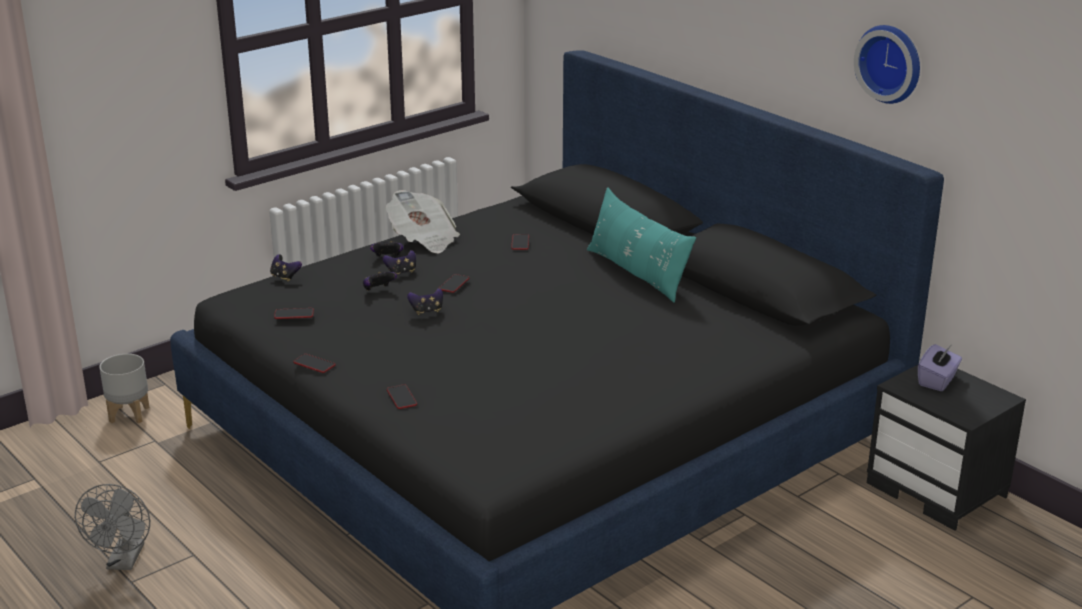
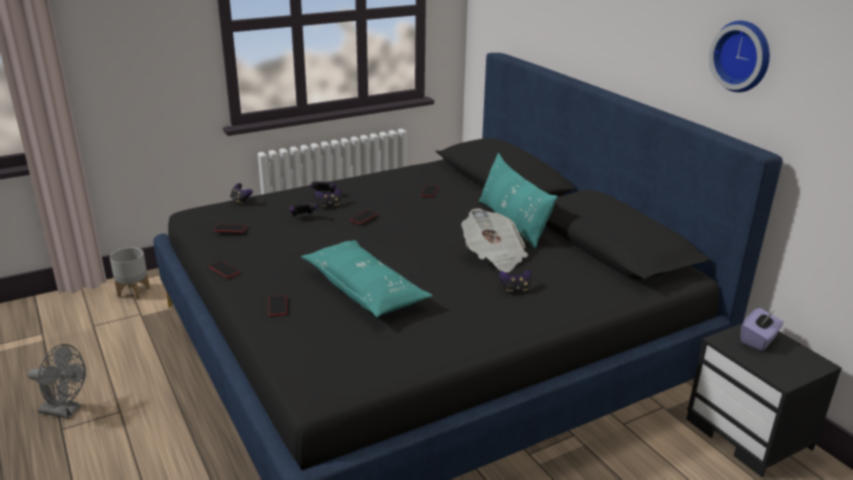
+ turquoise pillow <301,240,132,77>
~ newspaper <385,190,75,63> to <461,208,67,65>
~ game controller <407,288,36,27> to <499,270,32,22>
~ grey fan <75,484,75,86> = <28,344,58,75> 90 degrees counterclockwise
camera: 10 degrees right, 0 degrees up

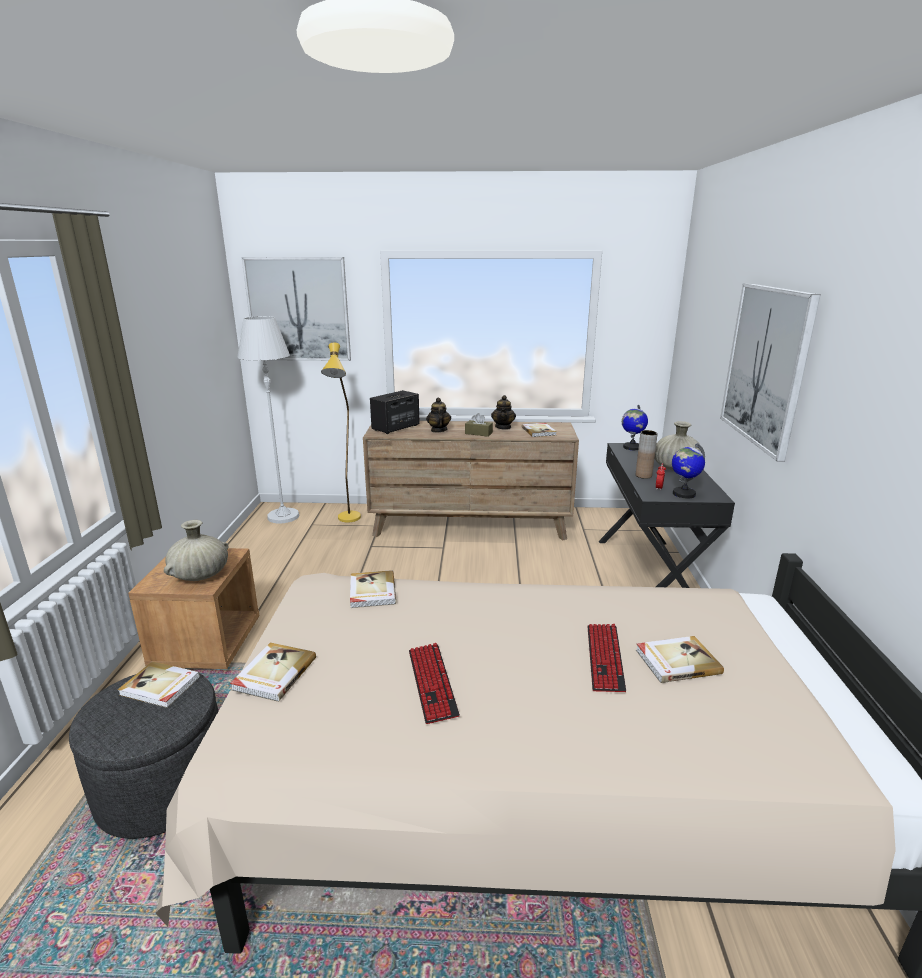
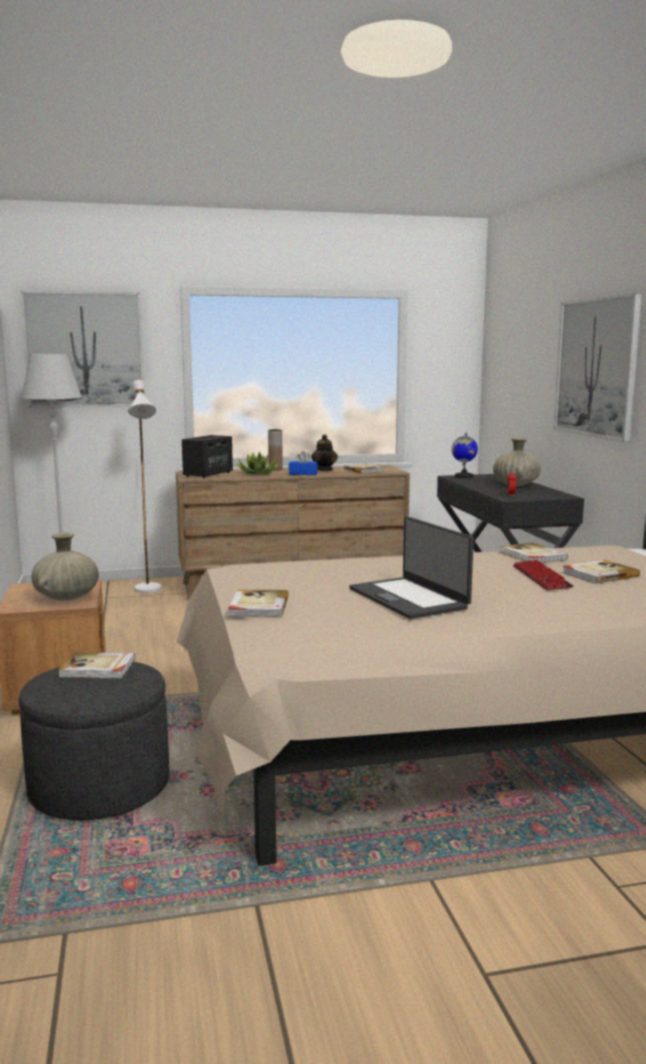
- globe <672,443,33,55>
~ book <350,570,46,38> to <500,543,68,20>
~ brown vase <636,430,22,49> to <268,429,15,41>
~ keyboard <409,643,51,81> to laptop <349,516,125,103>
~ teapot <426,398,25,34> to potted plant <236,451,43,24>
~ yellow floor lamp <321,342,40,180> to white floor lamp <128,380,33,213>
~ brown tissue box <465,413,28,24> to blue tissue box <289,451,29,24>
camera: 15 degrees left, 10 degrees down

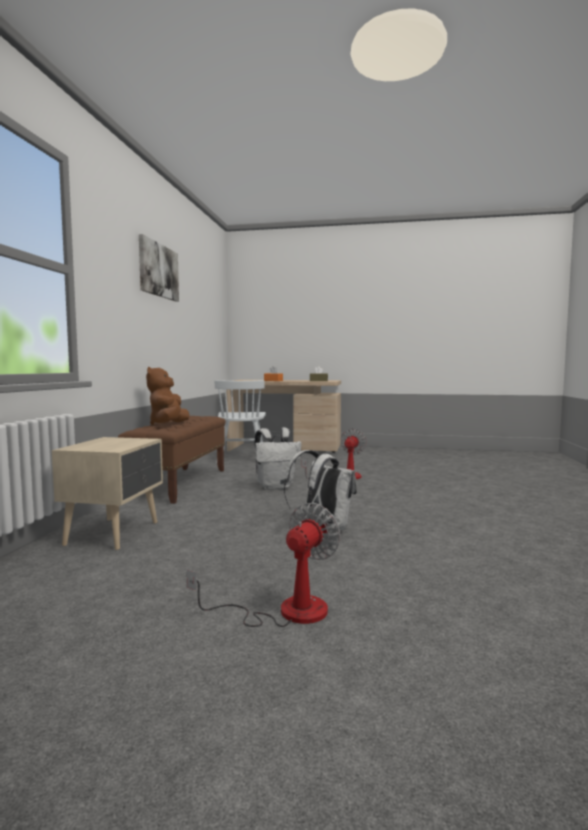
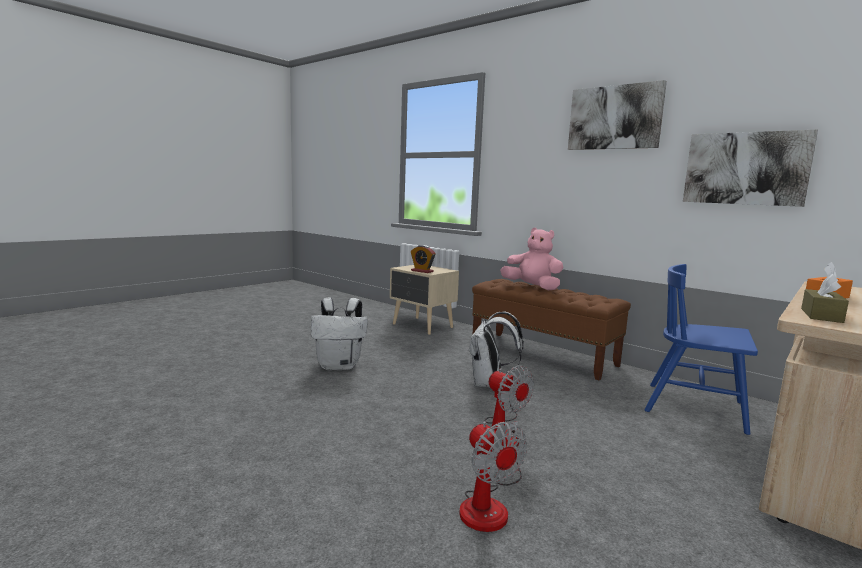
+ alarm clock <411,245,25,28>
+ picture <683,129,135,78>
~ fan <186,503,155,124> to <459,421,68,111>
~ brown plush toy <146,367,44,58> to pink plush toy <500,228,64,62>
~ white chair <215,380,51,83> to blue chair <644,264,114,171>
camera: 120 degrees right, 5 degrees up

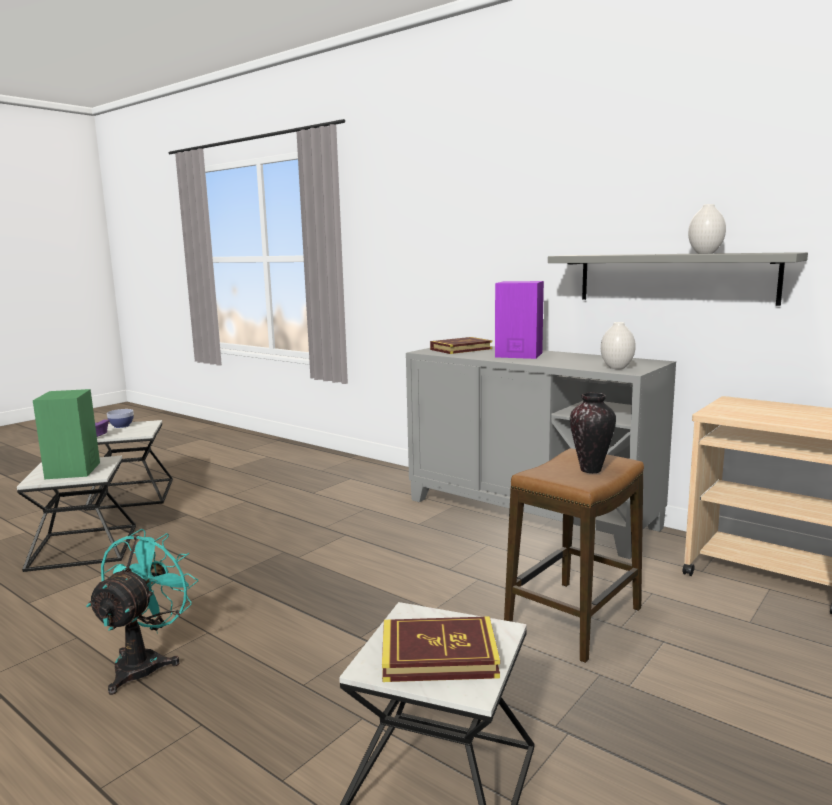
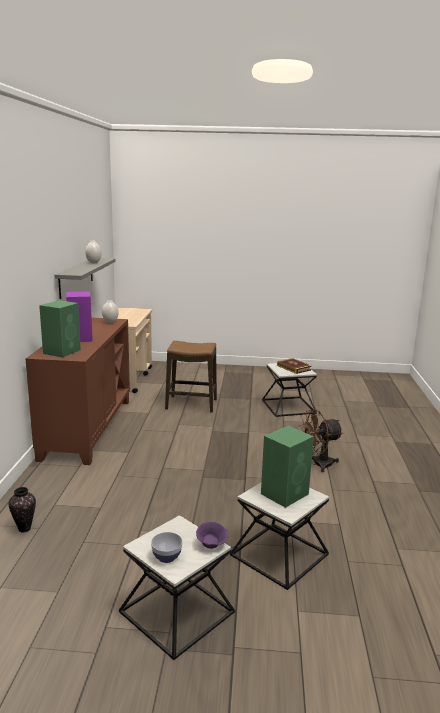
~ vase <570,393,46,80> to <9,487,27,45>
~ book <430,337,62,17> to green speaker <39,300,42,58>
~ turquoise fan <86,529,112,166> to brown fan <298,410,45,62>
~ grey cabinet <406,346,270,213> to brown cabinet <26,318,104,147>
camera: 125 degrees left, 5 degrees up

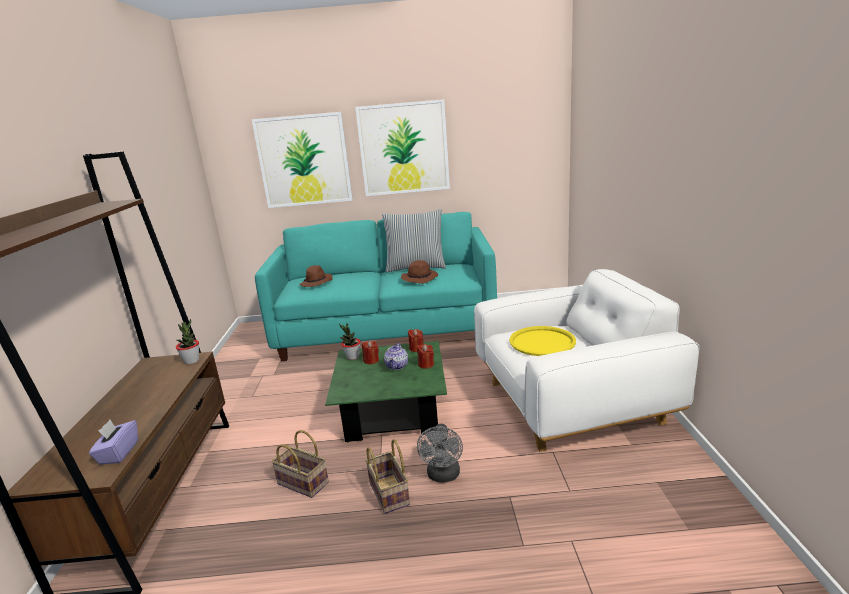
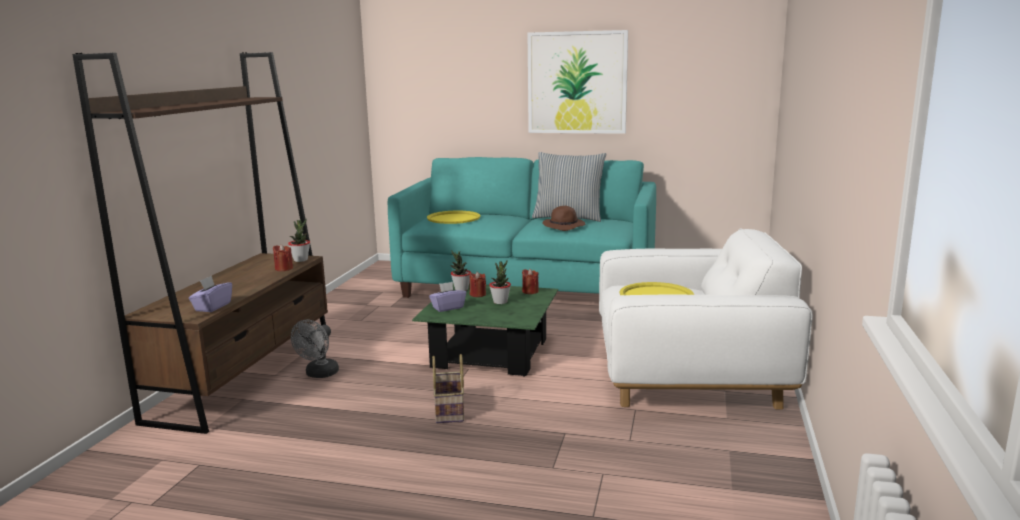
- picture <252,112,101,96>
- basket <272,430,57,68>
+ purple tissue box <429,281,37,31>
~ red candle <417,344,17,25> to <273,244,20,27>
~ grey fan <417,424,46,58> to <291,320,48,58>
~ brown hat <299,265,34,22> to yellow tray <427,211,53,13>
~ teapot <384,343,24,27> to potted plant <489,260,22,44>
camera: 15 degrees right, 5 degrees down

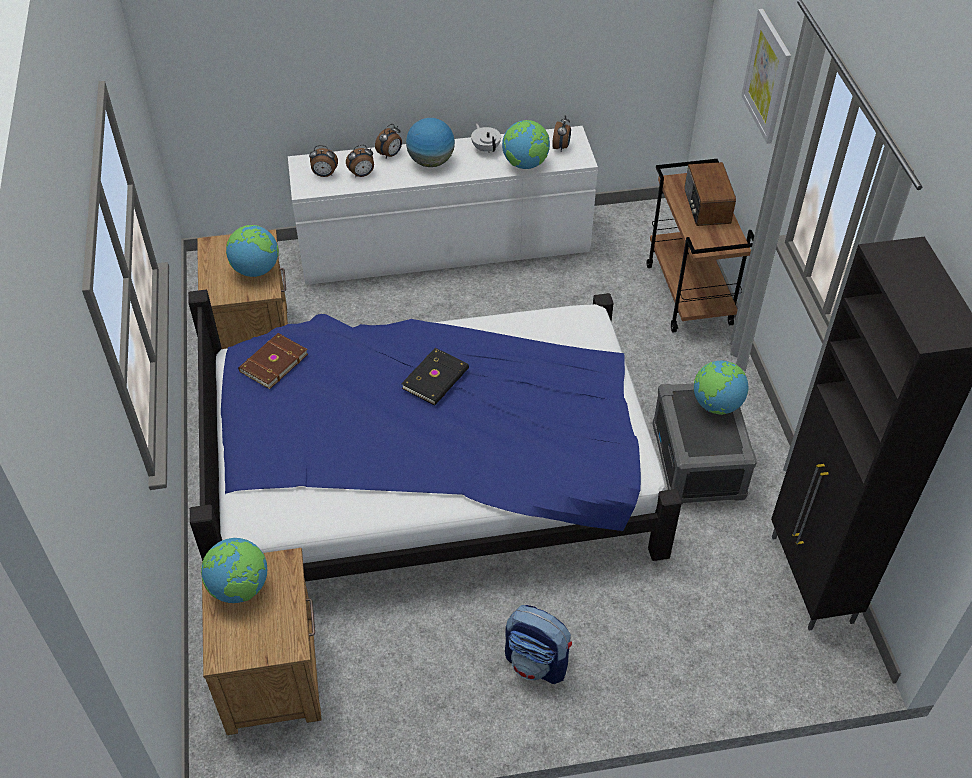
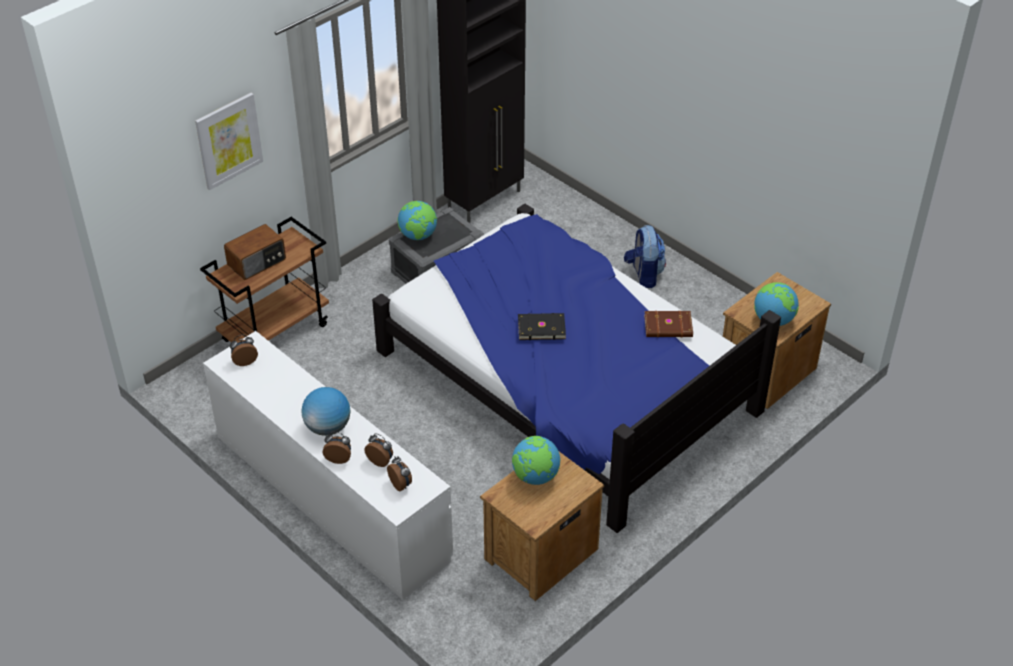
- white teapot <471,123,30,30>
- globe <502,120,48,49>
~ brown book <238,333,70,56> to <644,311,49,26>
camera: 125 degrees left, 5 degrees down

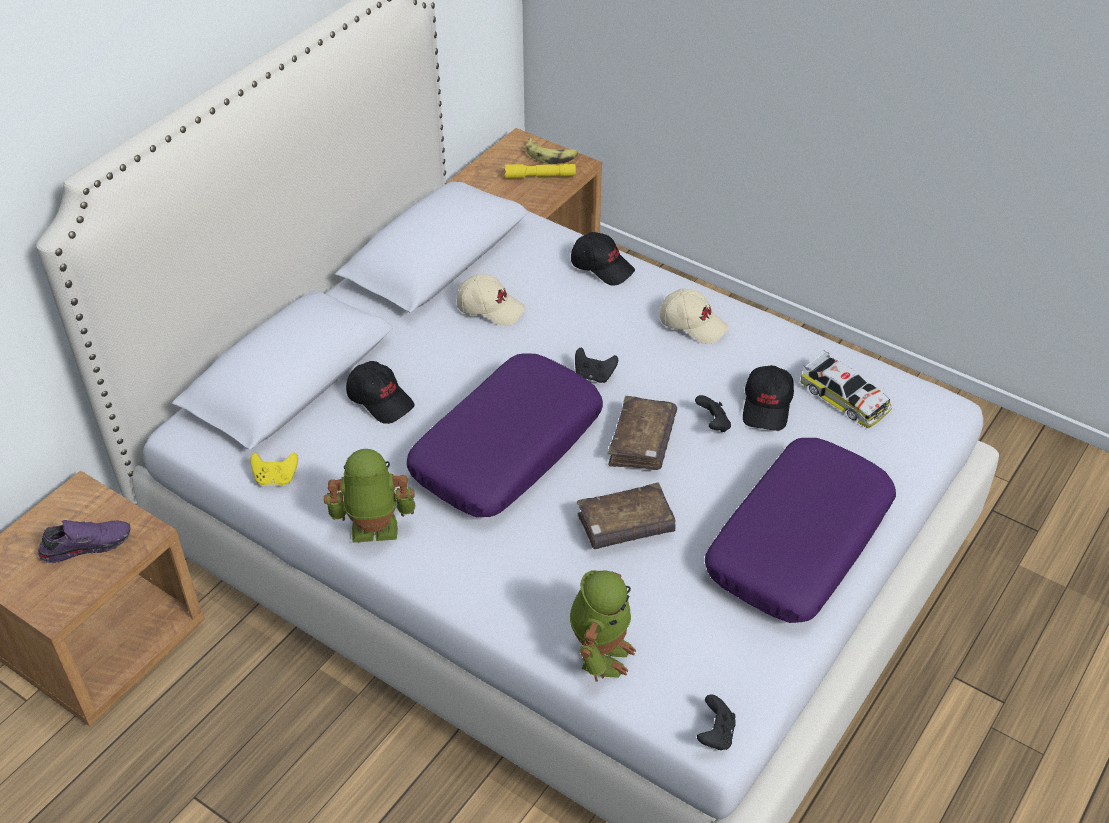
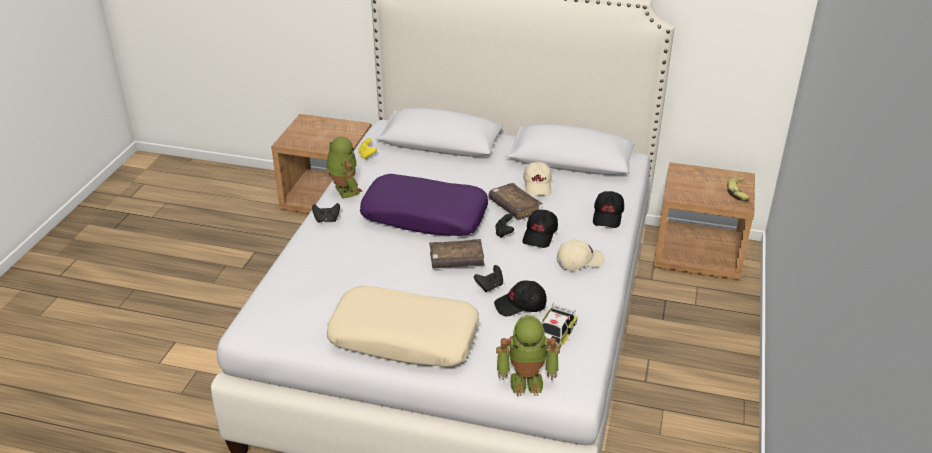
- purple shoe <38,520,93,43>
- yellow flashlight <505,164,71,15>
~ black cap <346,361,69,63> to <523,209,35,39>
~ toy robot <570,570,66,112> to <496,315,64,81>
~ brown book <577,482,99,67> to <488,183,55,37>
~ black game controller <697,694,39,56> to <312,203,28,20>
~ purple pillow <705,438,191,185> to beige pillow <327,286,152,81>
~ beige cap <660,288,68,56> = <557,239,48,31> 120 degrees counterclockwise
camera: 70 degrees right, 10 degrees down

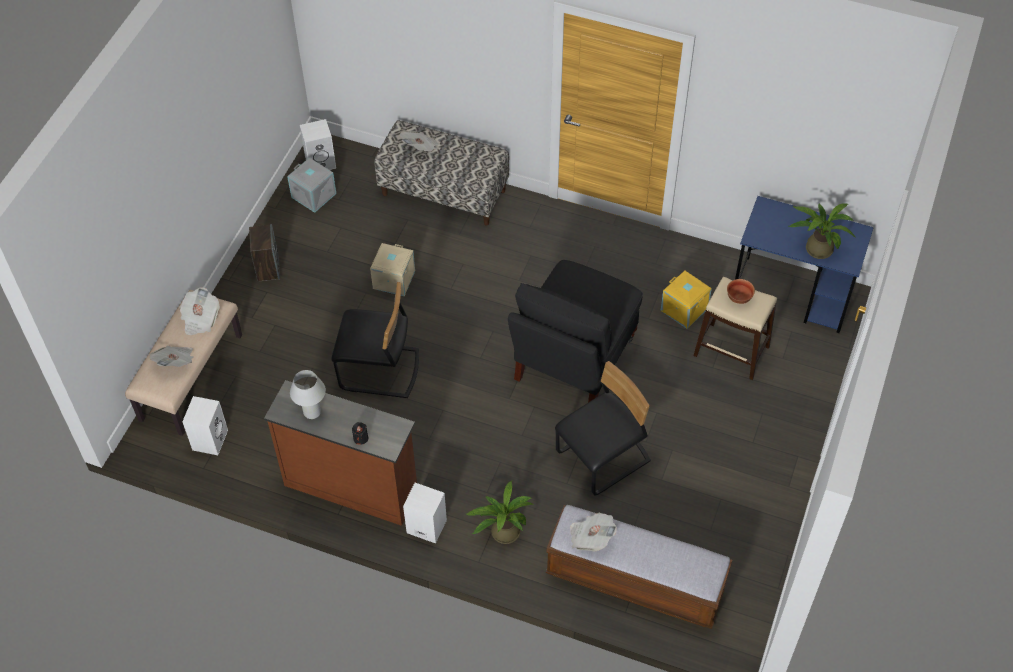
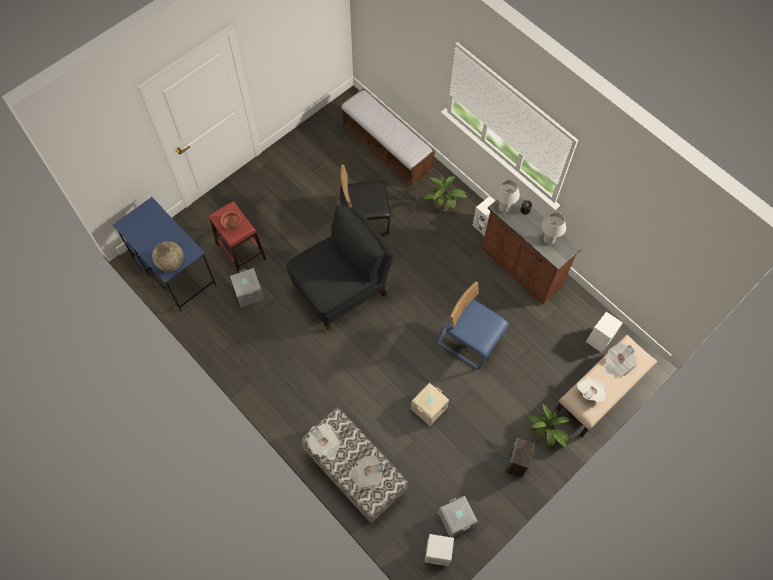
+ globe <152,241,32,31>
+ white table lamp <496,180,24,33>
~ newspaper <570,512,47,40> to <307,423,35,37>
~ potted plant <789,203,67,56> to <527,404,44,44>
~ black chair <332,282,87,116> to blue chair <438,281,71,88>
~ yellow storage box <661,270,51,59> to grey storage box <230,268,34,39>
~ beige stool <694,277,83,103> to red stool <209,201,57,72>
camera: 155 degrees left, 10 degrees up

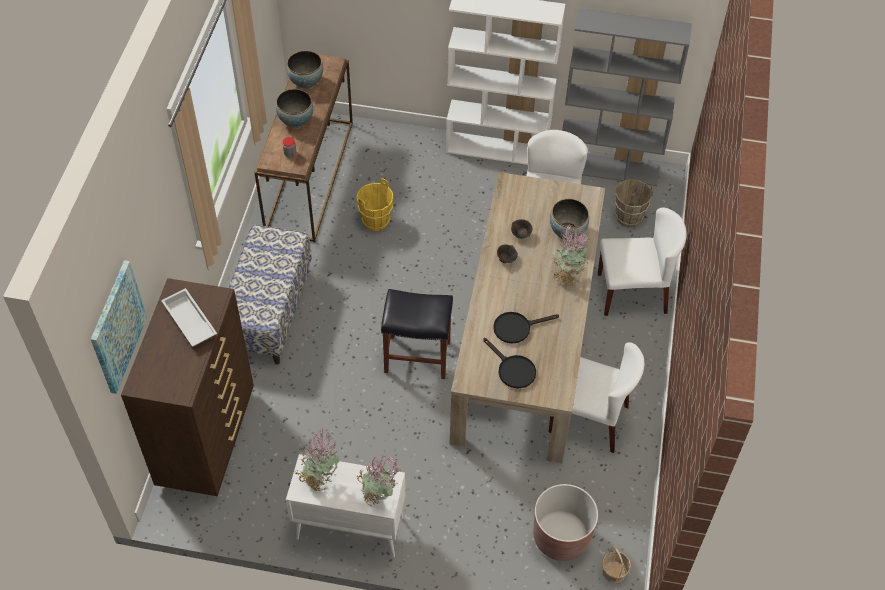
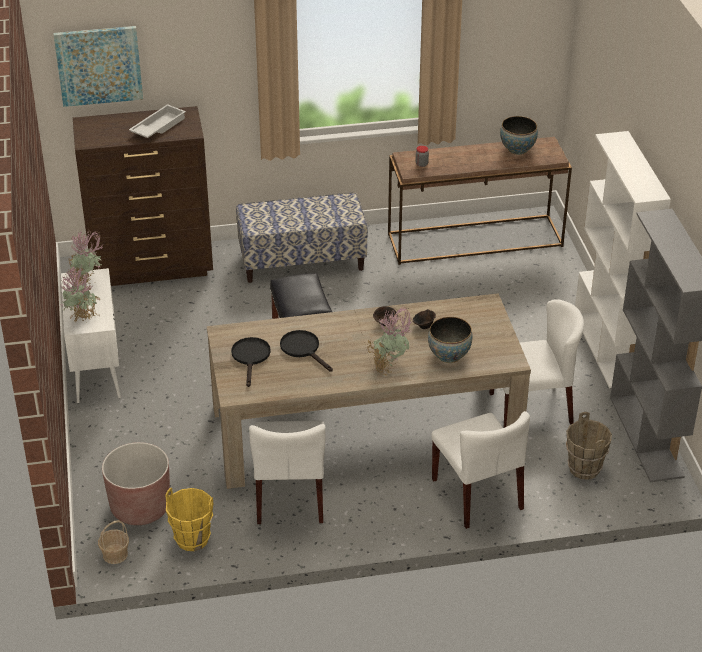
- bowl <276,89,37,39>
~ yellow bucket <356,178,37,53> to <165,488,49,63>
~ black frying pan <483,338,53,50> = <231,337,40,50> 150 degrees clockwise
camera: 70 degrees right, 15 degrees down

